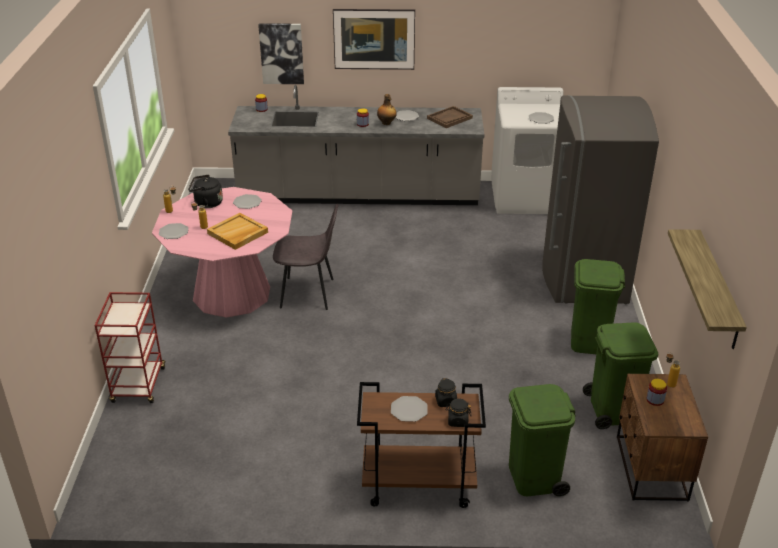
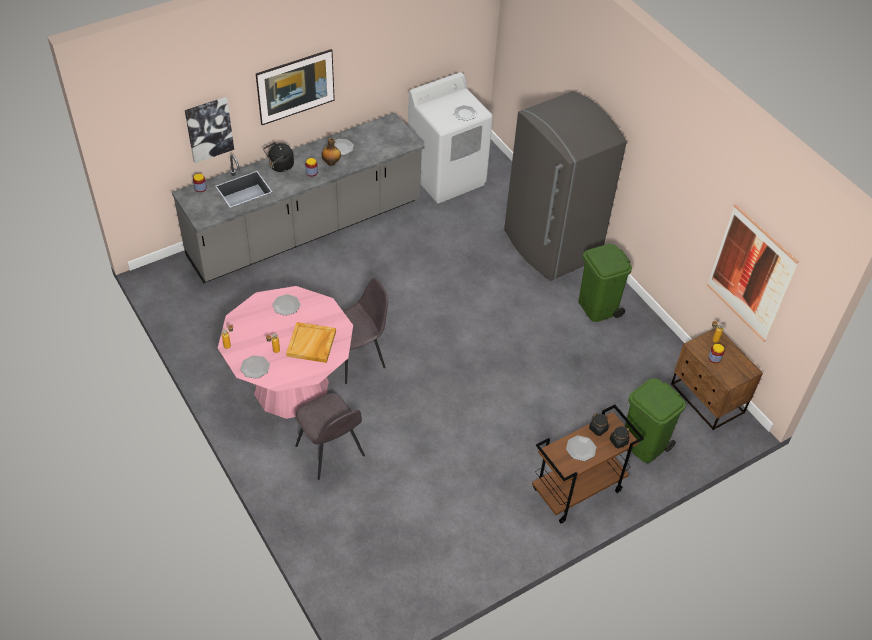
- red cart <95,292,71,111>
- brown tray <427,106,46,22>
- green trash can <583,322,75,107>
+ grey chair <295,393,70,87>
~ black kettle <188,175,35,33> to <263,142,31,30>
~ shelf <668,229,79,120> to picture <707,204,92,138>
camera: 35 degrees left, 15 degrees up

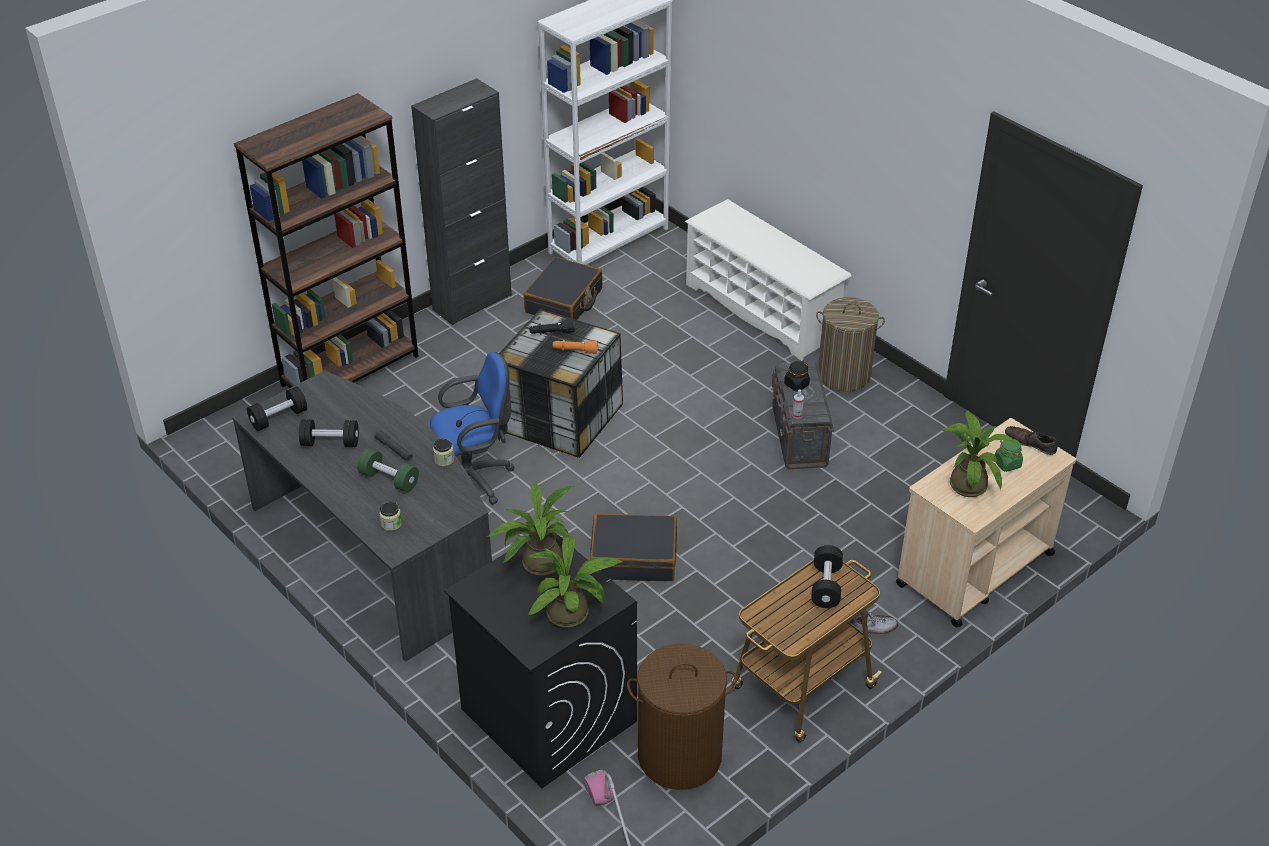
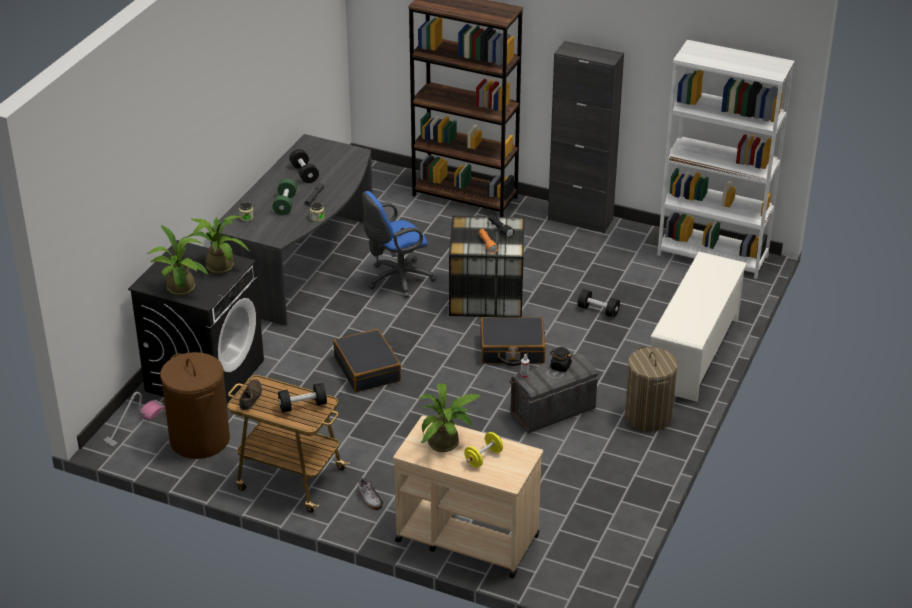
~ black dumbbell <247,386,61,45> to <578,289,42,29>
~ black suitcase <524,257,78,63> to <480,317,65,49>
~ brown shoe <1005,426,53,29> to <239,379,23,31>
~ green jar <995,439,28,33> to yellow dumbbell <464,432,39,36>
~ blue office chair <430,352,85,153> = <362,191,75,107> 105 degrees clockwise
camera: 65 degrees right, 5 degrees down

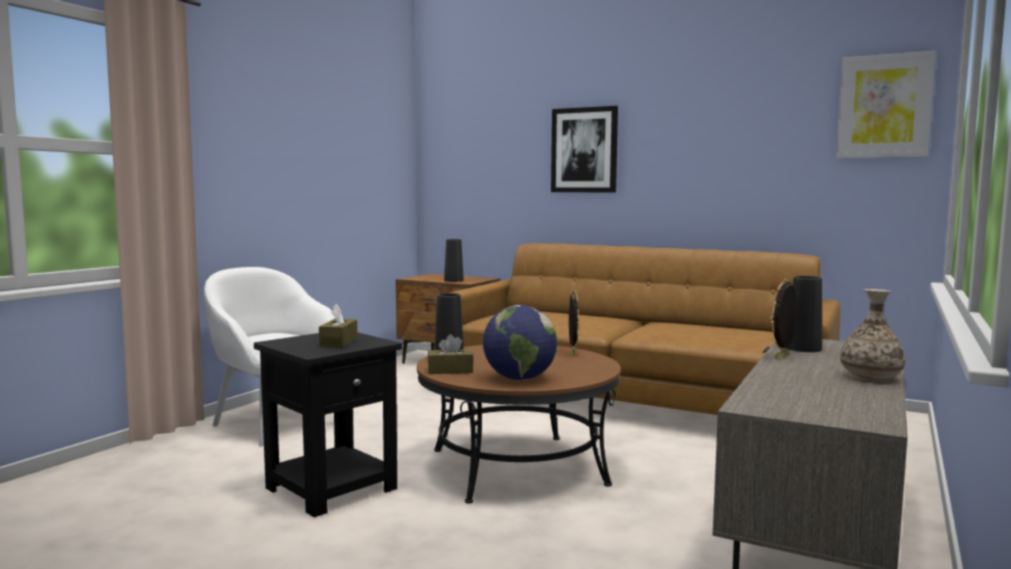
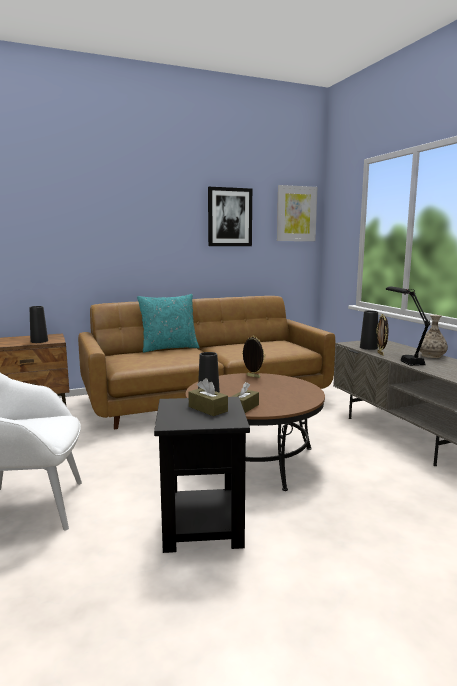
- globe <483,305,74,75>
+ turquoise pillow <137,294,63,59>
+ black table lamp <386,286,44,80>
~ picture <551,106,67,86> to <208,187,44,59>
camera: 50 degrees left, 5 degrees up

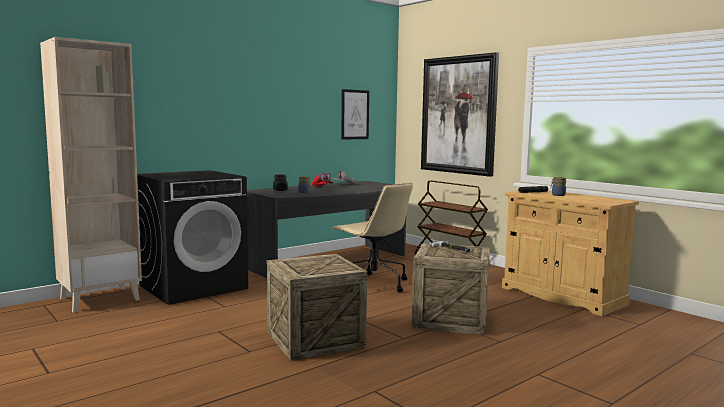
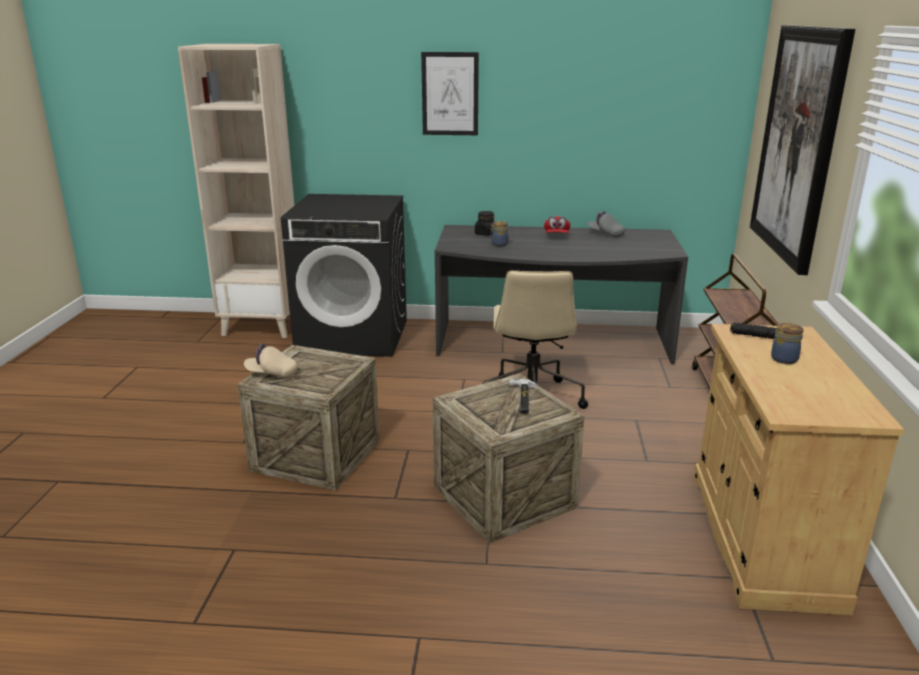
+ beige cap <244,343,53,35>
~ picture <341,89,28,51> to <421,52,58,83>
camera: 45 degrees right, 15 degrees up

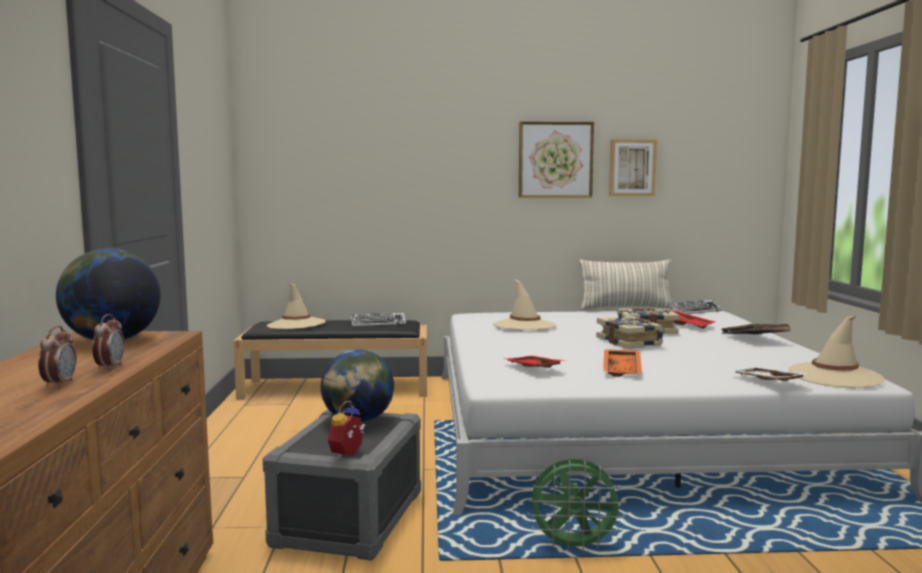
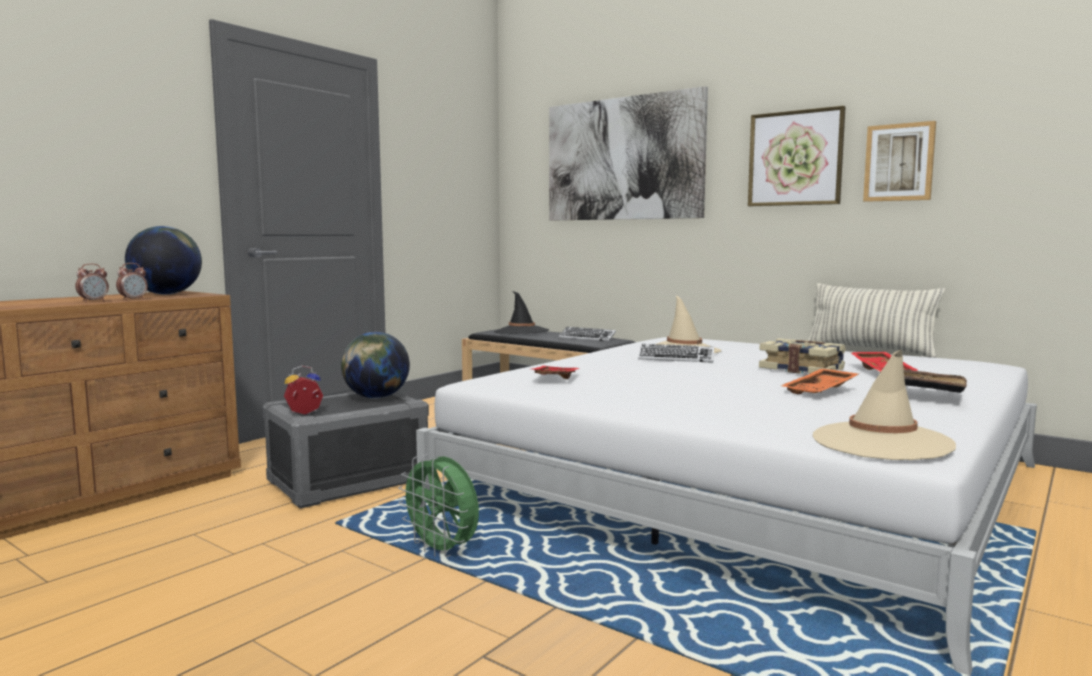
- book <596,316,68,33>
- white tray <732,367,78,14>
+ picture <549,86,159,134>
~ alarm clock <38,326,39,62> to <116,263,32,37>
~ orange tray <603,349,39,28> to <781,368,78,26>
~ keyboard <670,300,53,14> to <638,344,76,19>
~ beige hat <267,283,59,46> to black hat <494,291,55,43>
camera: 40 degrees right, 0 degrees up

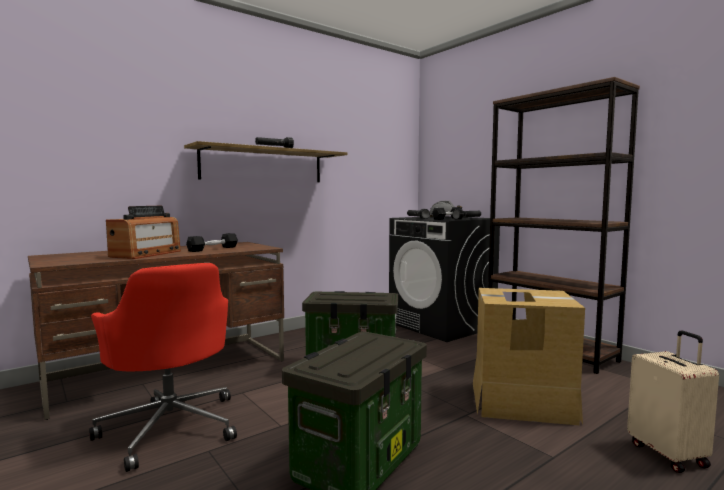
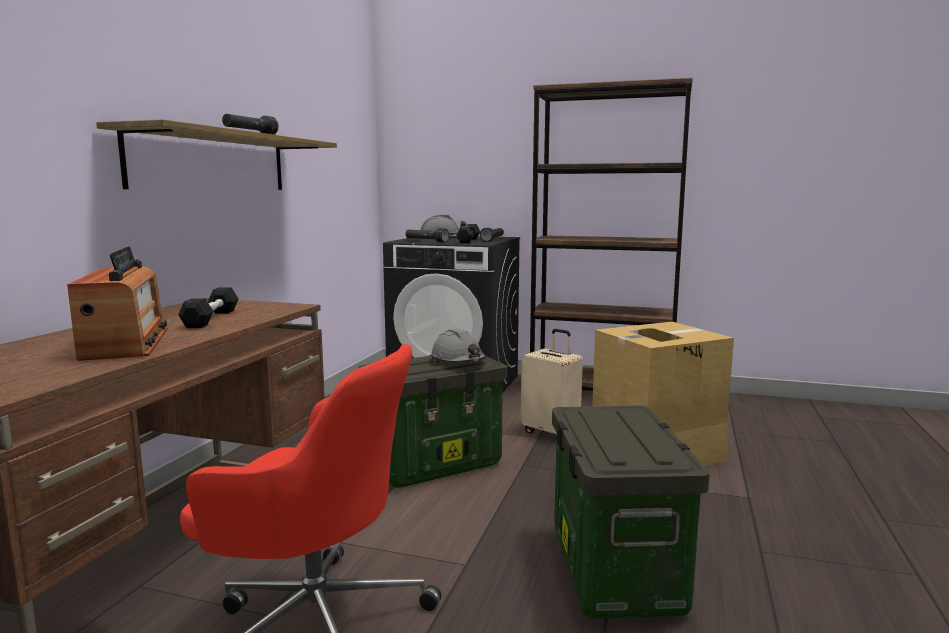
+ grey hard hat <431,328,55,35>
~ beige suitcase <627,331,92,142> to <521,329,62,108>
camera: 35 degrees left, 5 degrees up

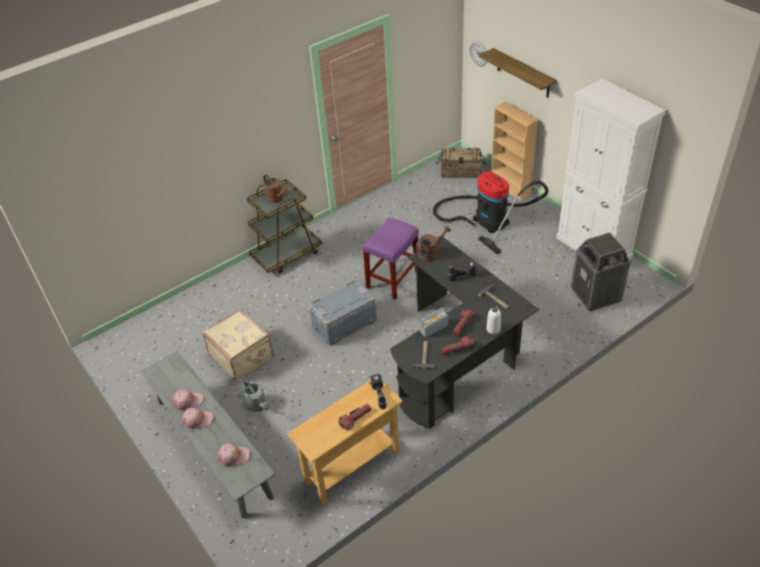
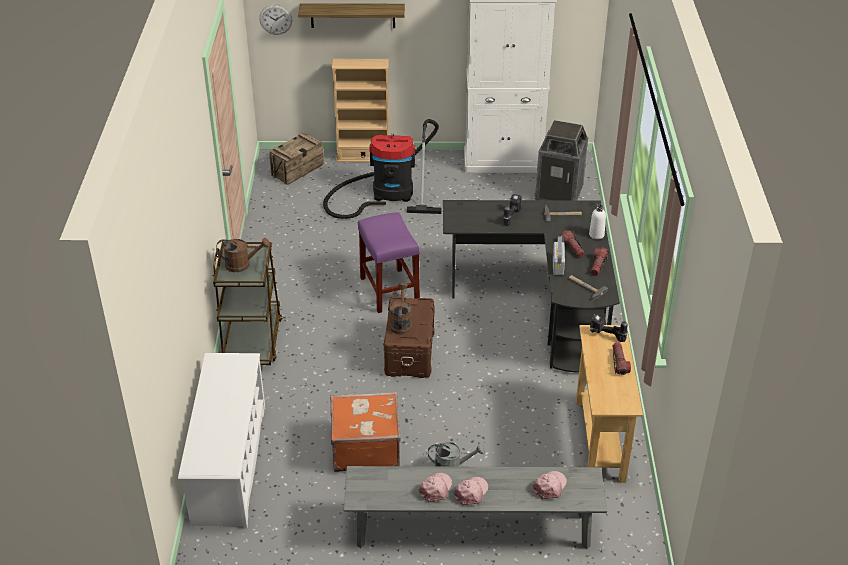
+ white shoe rack <178,353,87,176>
~ brown watering can <416,225,35,36> to <389,283,23,51>
~ beige suitcase <202,309,71,72> to orange suitcase <330,392,71,80>
~ grey storage box <309,279,68,66> to brown storage box <384,297,51,81>
camera: 55 degrees left, 5 degrees down

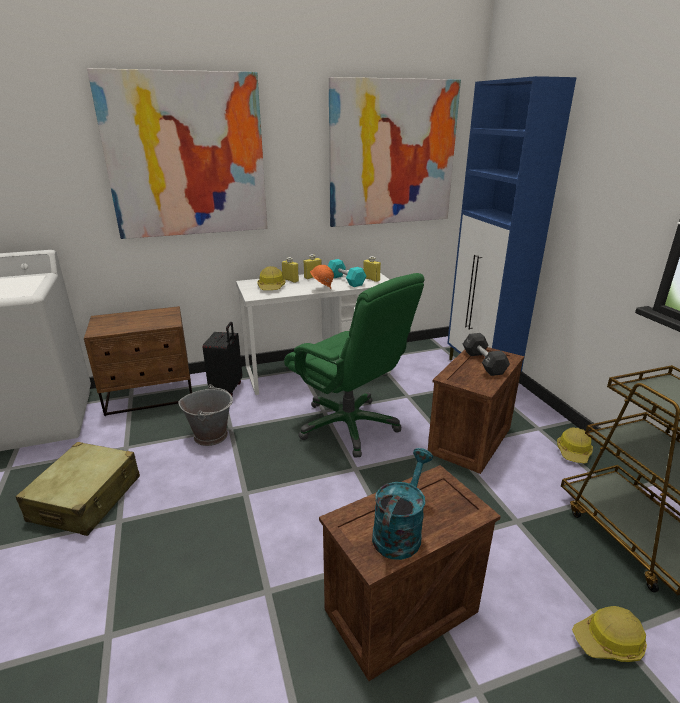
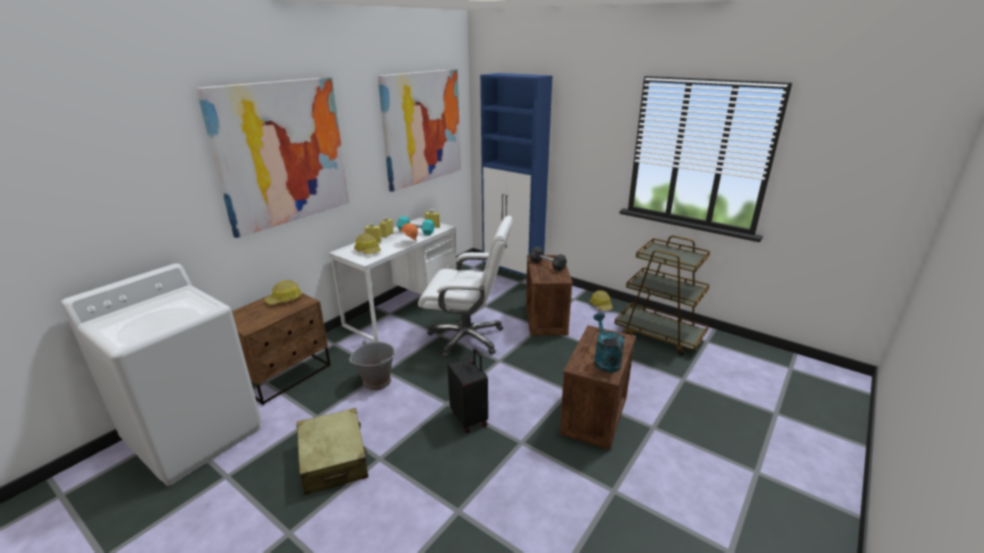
~ black suitcase <203,322,39,74> to <448,348,40,85>
~ hard hat <572,606,75,56> to <264,280,38,25>
~ green office chair <284,273,141,185> to white office chair <418,216,95,142>
camera: 35 degrees left, 0 degrees up

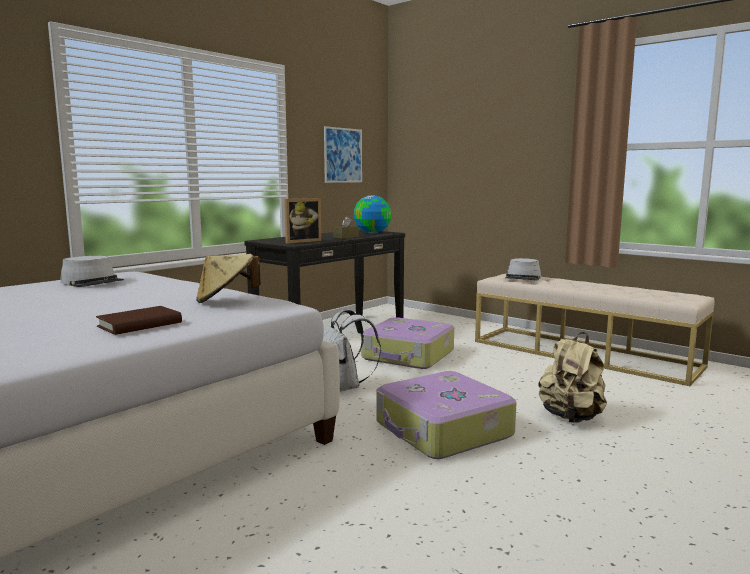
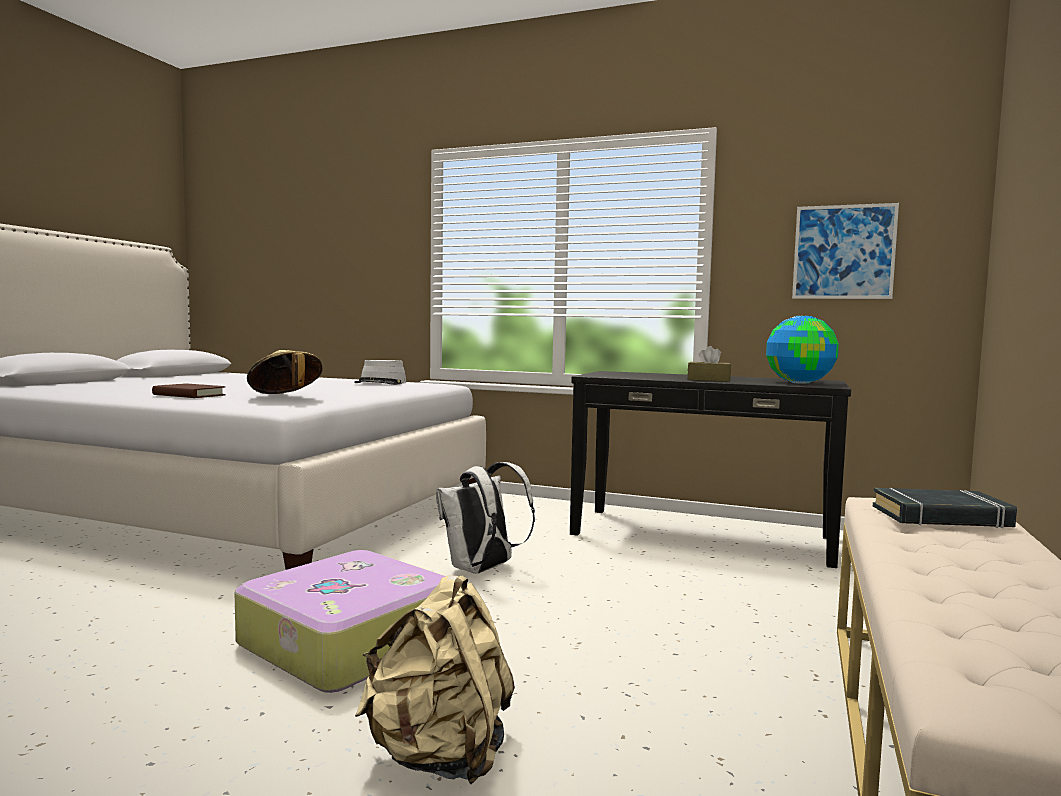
- picture frame <284,198,37,46>
- suitcase <361,317,93,52>
~ grey hat <505,258,36,23> to black book <873,488,144,40>
camera: 70 degrees right, 5 degrees down

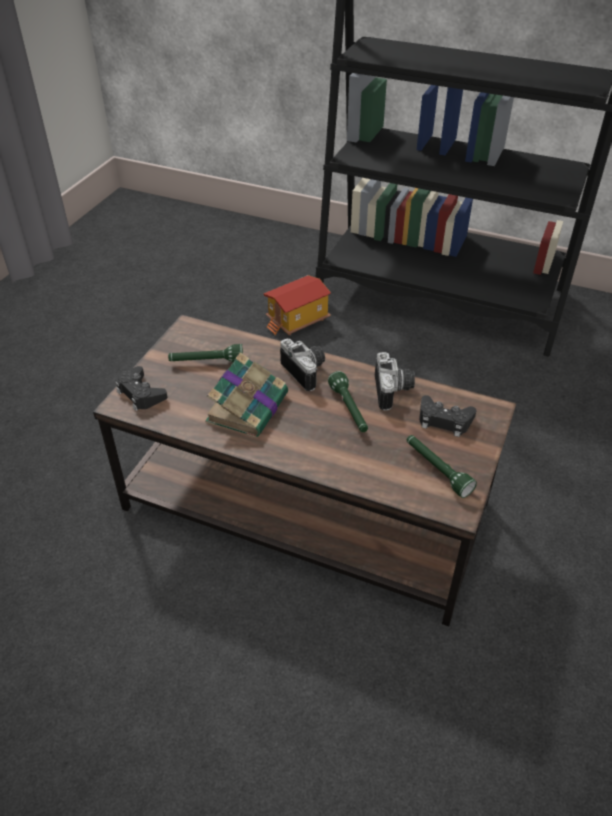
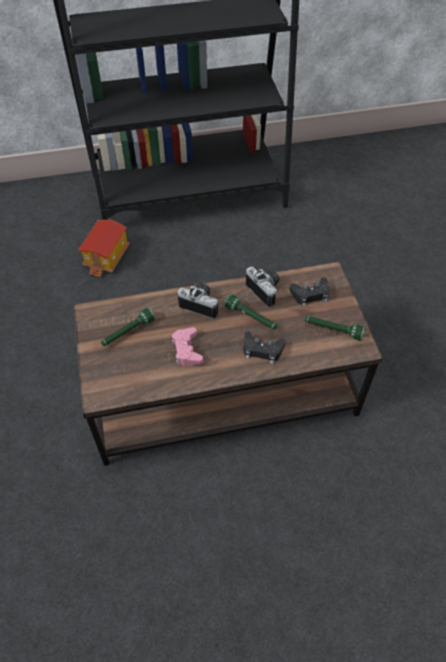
~ black game controller <115,366,52,45> to <243,331,42,33>
~ book <205,352,83,86> to pink game controller <172,327,31,39>
camera: 35 degrees left, 10 degrees up

